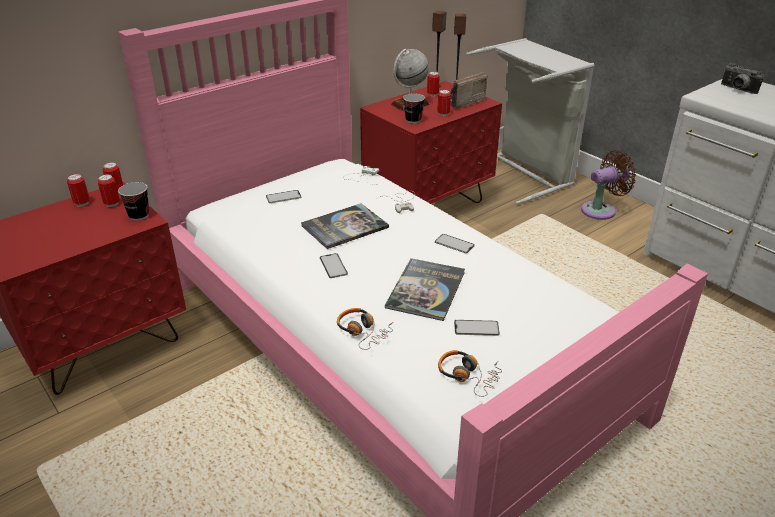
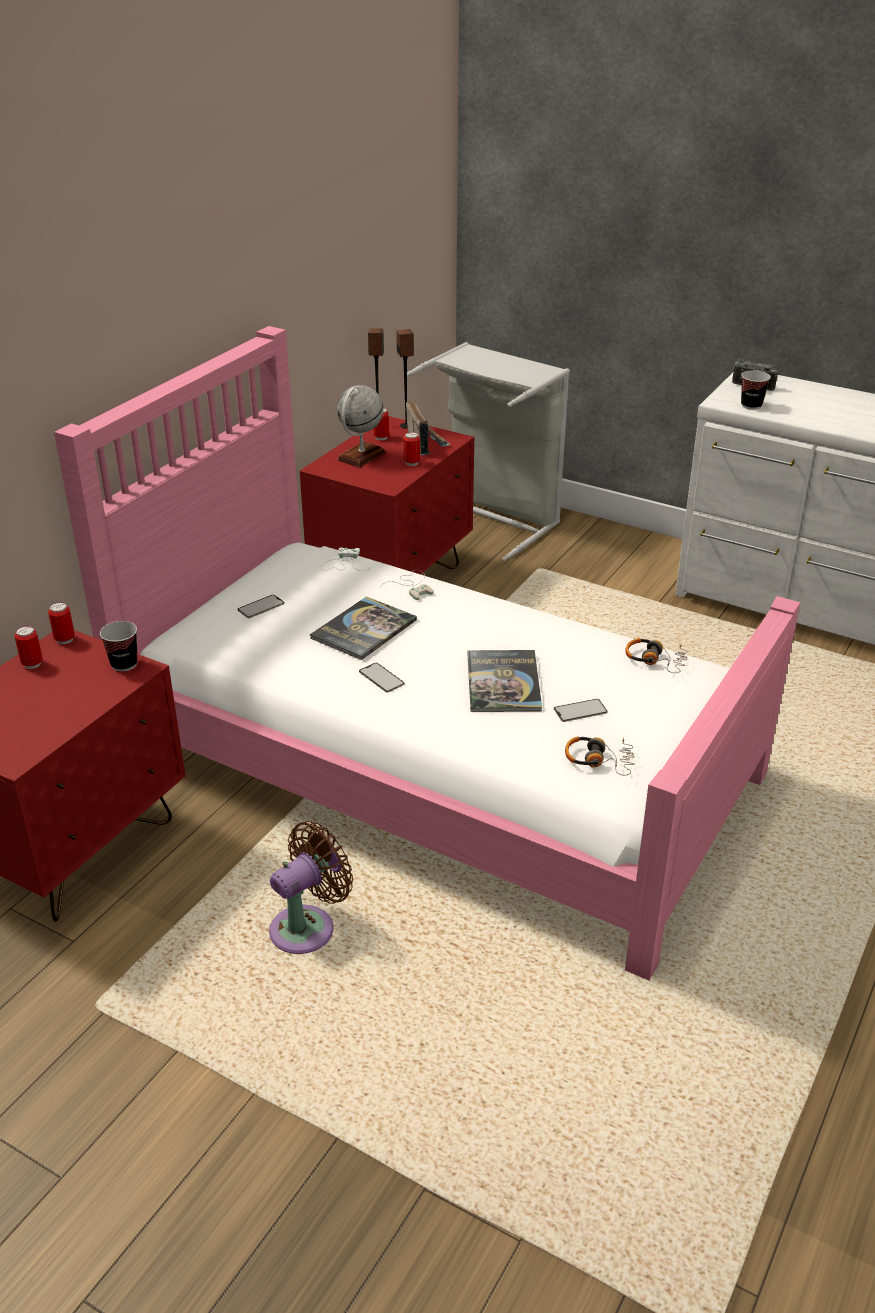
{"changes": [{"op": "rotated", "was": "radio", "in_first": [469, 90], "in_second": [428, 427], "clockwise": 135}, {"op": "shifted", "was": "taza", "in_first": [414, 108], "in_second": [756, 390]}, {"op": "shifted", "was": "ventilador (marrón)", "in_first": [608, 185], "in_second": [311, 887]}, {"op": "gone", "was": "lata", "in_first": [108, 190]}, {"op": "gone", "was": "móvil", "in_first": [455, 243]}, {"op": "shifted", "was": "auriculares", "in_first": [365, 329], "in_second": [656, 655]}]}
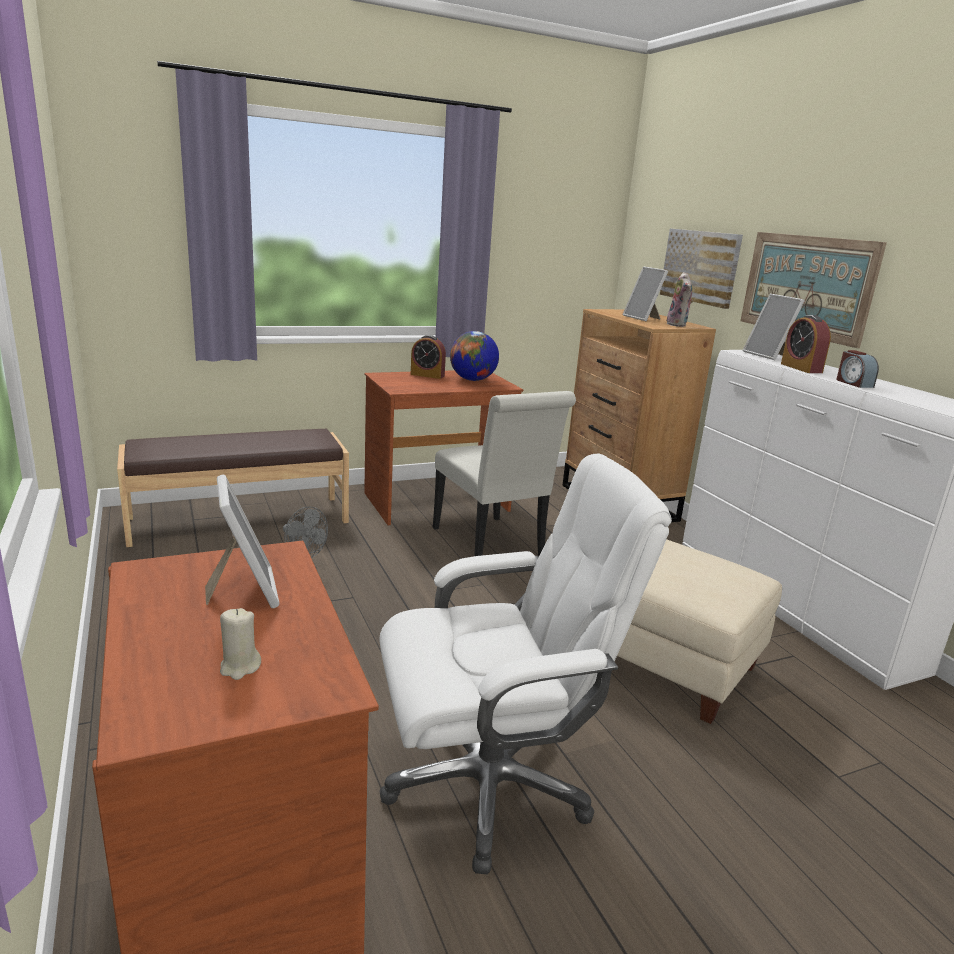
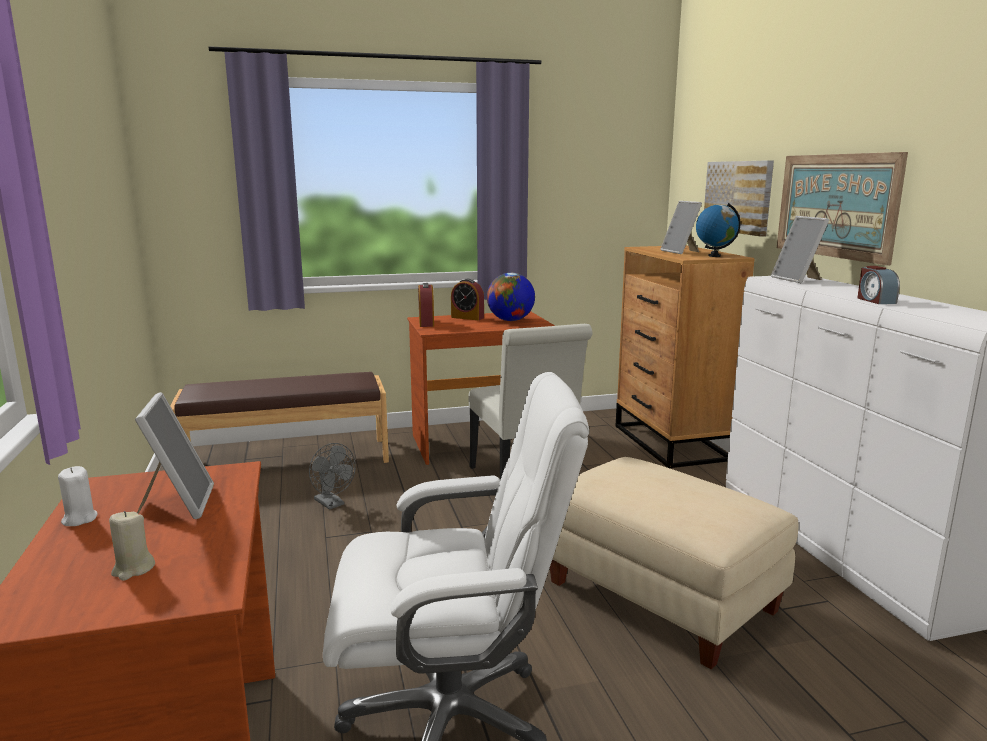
{"changes": [{"op": "swapped", "was": "peluche", "now": "globo terráqueo", "in_first": [680, 299], "in_second": [718, 230]}, {"op": "shifted", "was": "despertador", "in_first": [806, 344], "in_second": [426, 305]}, {"op": "new", "now": "vela (blanco)", "in_second": [78, 496]}]}
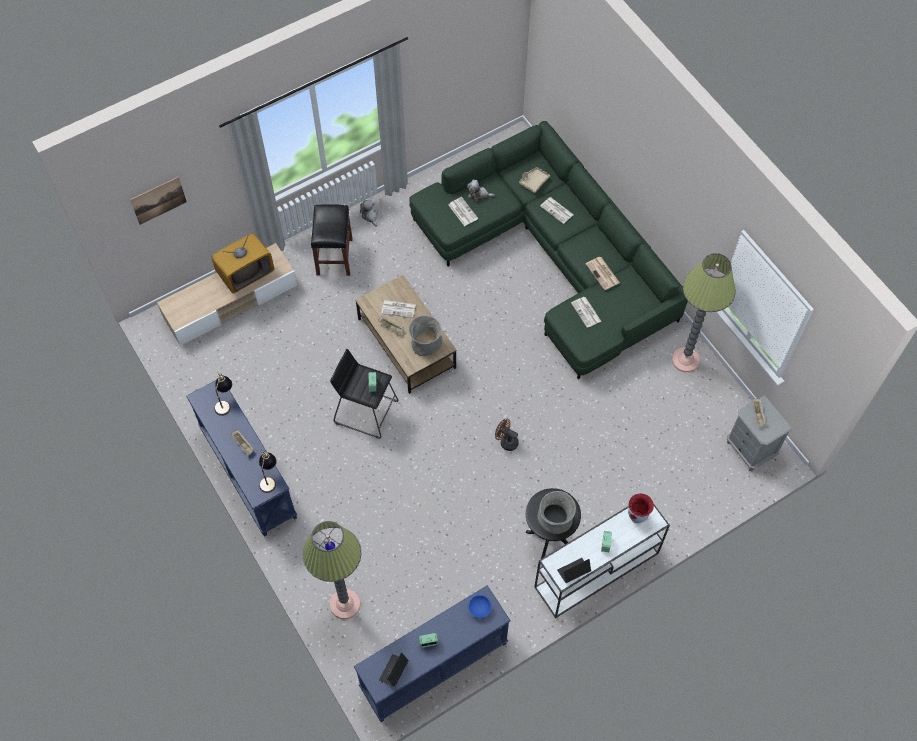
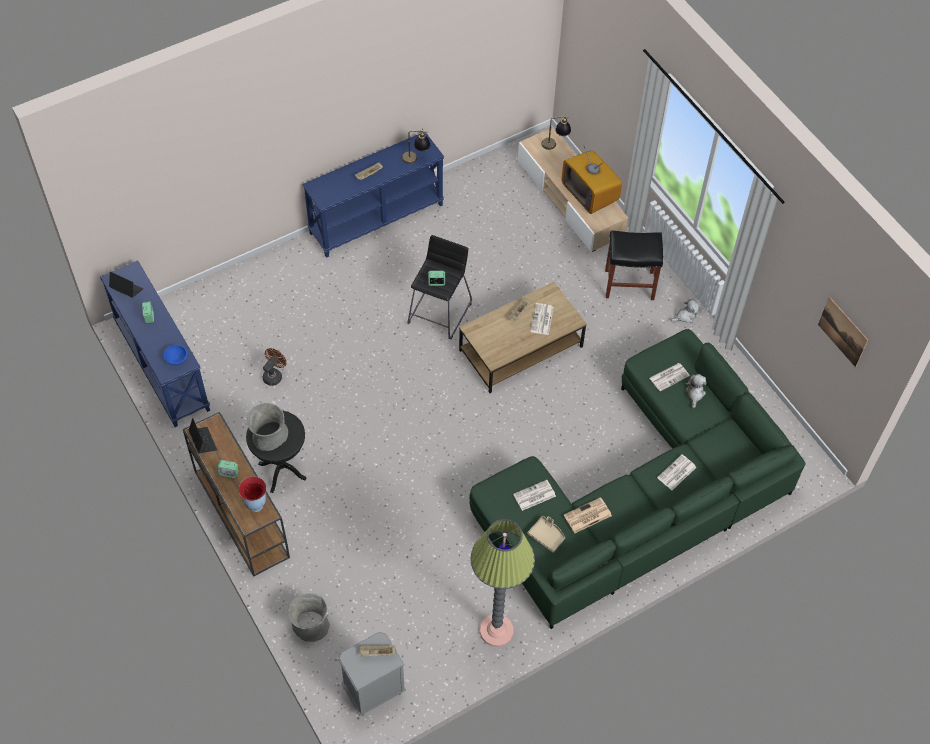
{"changes": [{"op": "shifted", "was": "bandeja (beis)", "in_first": [534, 180], "in_second": [546, 534]}, {"op": "shifted", "was": "cuadro", "in_first": [158, 201], "in_second": [843, 332]}, {"op": "shifted", "was": "florero (gris)", "in_first": [425, 335], "in_second": [309, 618]}, {"op": "shifted", "was": "ventilador (marrón)", "in_first": [507, 434], "in_second": [275, 367]}, {"op": "shifted", "was": "lámpara de mesa", "in_first": [268, 471], "in_second": [556, 132]}, {"op": "repainted", "was": "mesa consola (blanco)", "now": "mesa consola (marrón)", "in_first": [602, 561], "in_second": [236, 494]}, {"op": "gone", "was": "lámpara de pie", "in_first": [332, 570]}]}
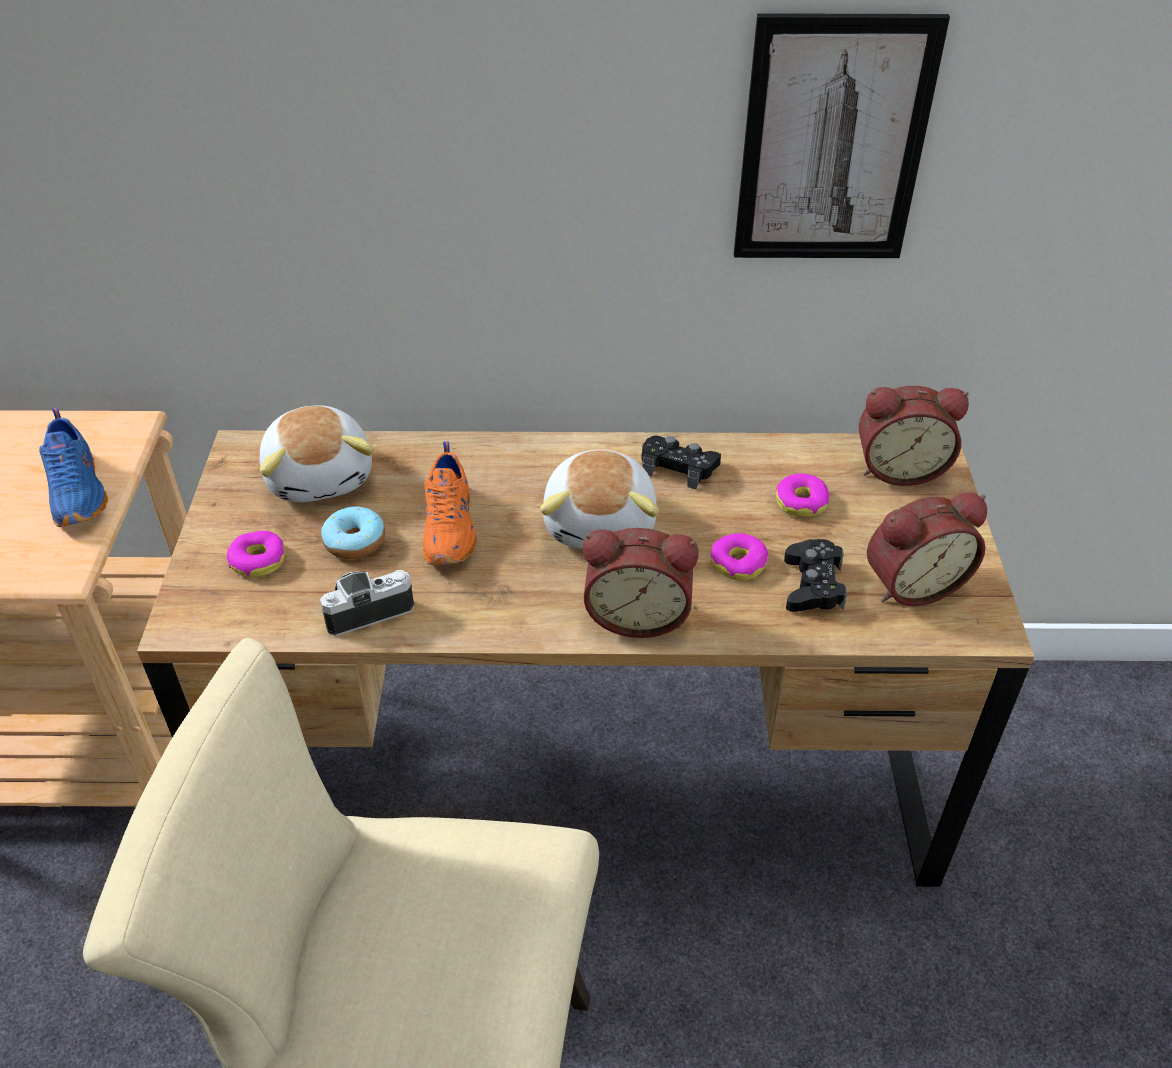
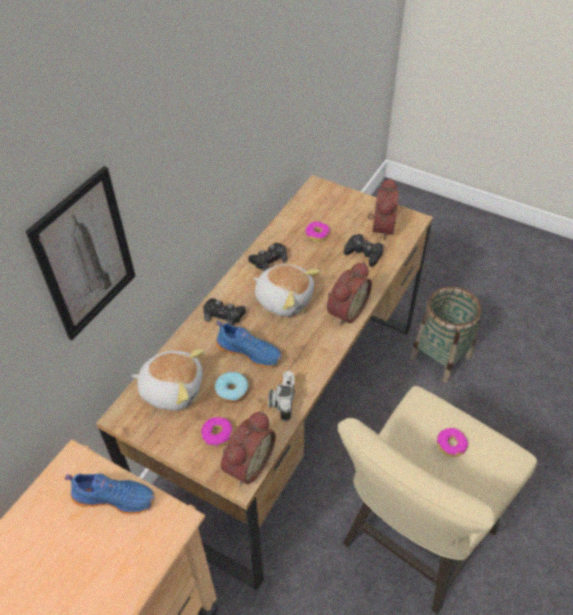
{"changes": [{"op": "shifted", "was": "cuadro", "in_first": [842, 135], "in_second": [80, 253]}, {"op": "shifted", "was": "despertador", "in_first": [914, 436], "in_second": [248, 448]}, {"op": "repainted", "was": "zapato (naranja)", "now": "zapato (azul)", "in_first": [449, 503], "in_second": [249, 344]}, {"op": "shifted", "was": "rosquilla", "in_first": [739, 556], "in_second": [452, 442]}, {"op": "new", "now": "cesta", "in_second": [446, 335]}, {"op": "new", "now": "mando de consola (negro)", "in_second": [225, 312]}]}
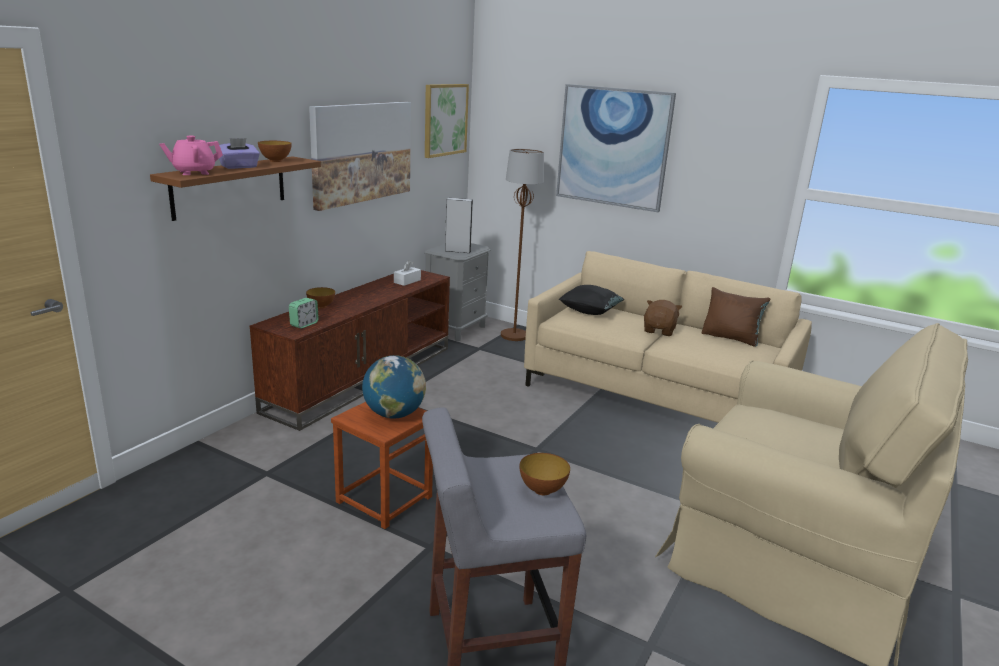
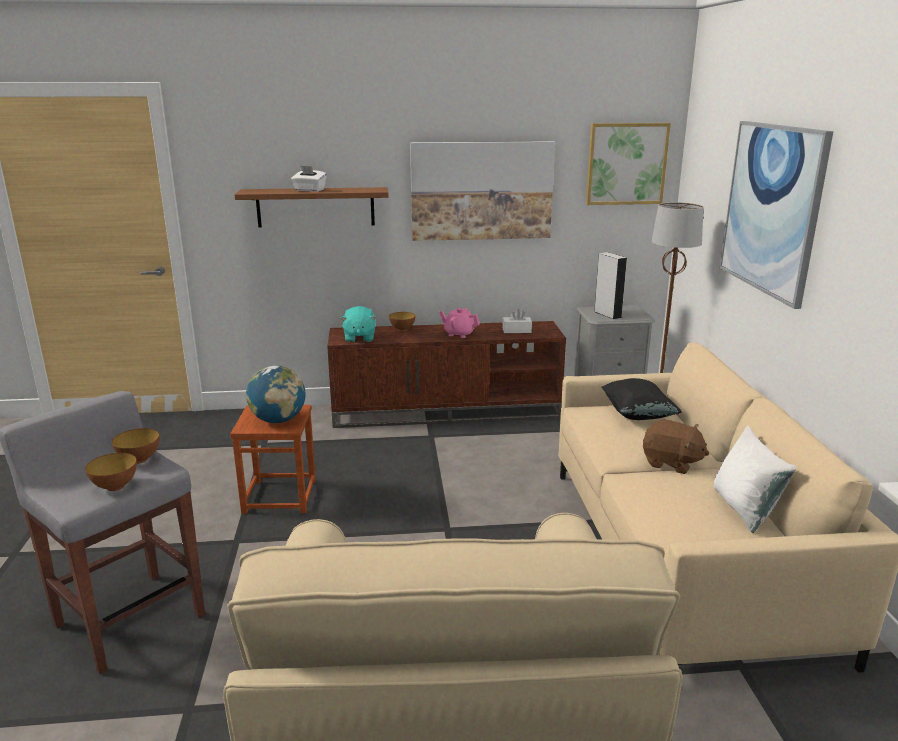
{"changes": [{"op": "shifted", "was": "tetera (rosa)", "in_first": [191, 155], "in_second": [459, 323]}, {"op": "repainted", "was": "caja de pañuelos (morado)", "now": "caja de pañuelos (blanco)", "in_first": [239, 153], "in_second": [309, 178]}, {"op": "shifted", "was": "cuenco", "in_first": [275, 151], "in_second": [135, 446]}, {"op": "repainted", "was": "cojín (marrón)", "now": "cojín (blanco)", "in_first": [736, 317], "in_second": [755, 479]}, {"op": "swapped", "was": "despertador", "now": "peluche (turquesa)", "in_first": [304, 313], "in_second": [358, 324]}, {"op": "rotated", "was": "peluche (marrón)", "in_first": [663, 318], "in_second": [676, 447], "clockwise": 45}]}
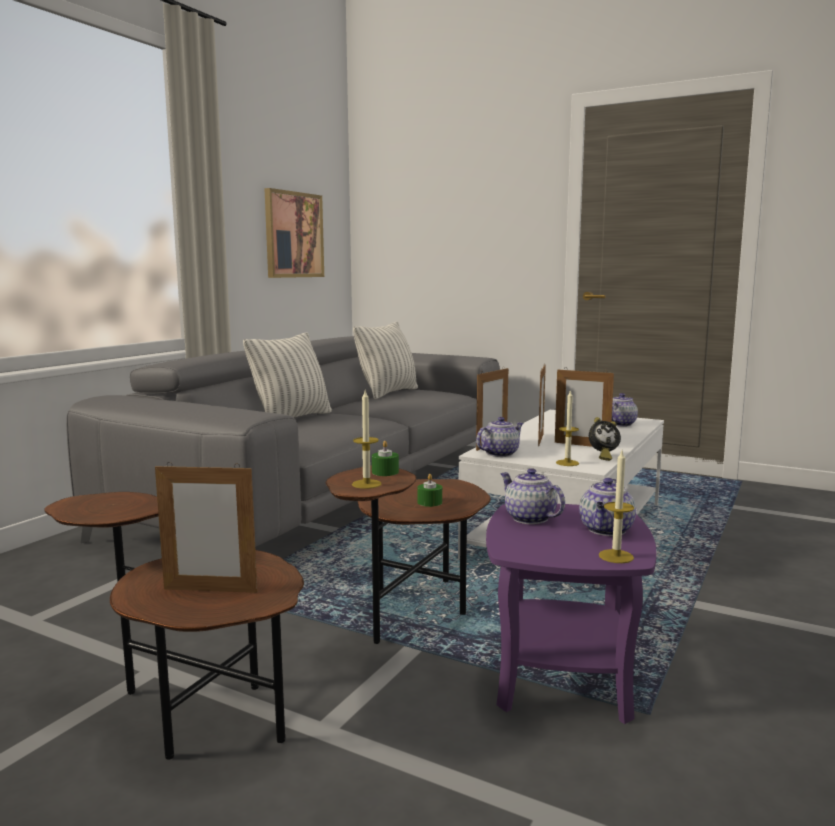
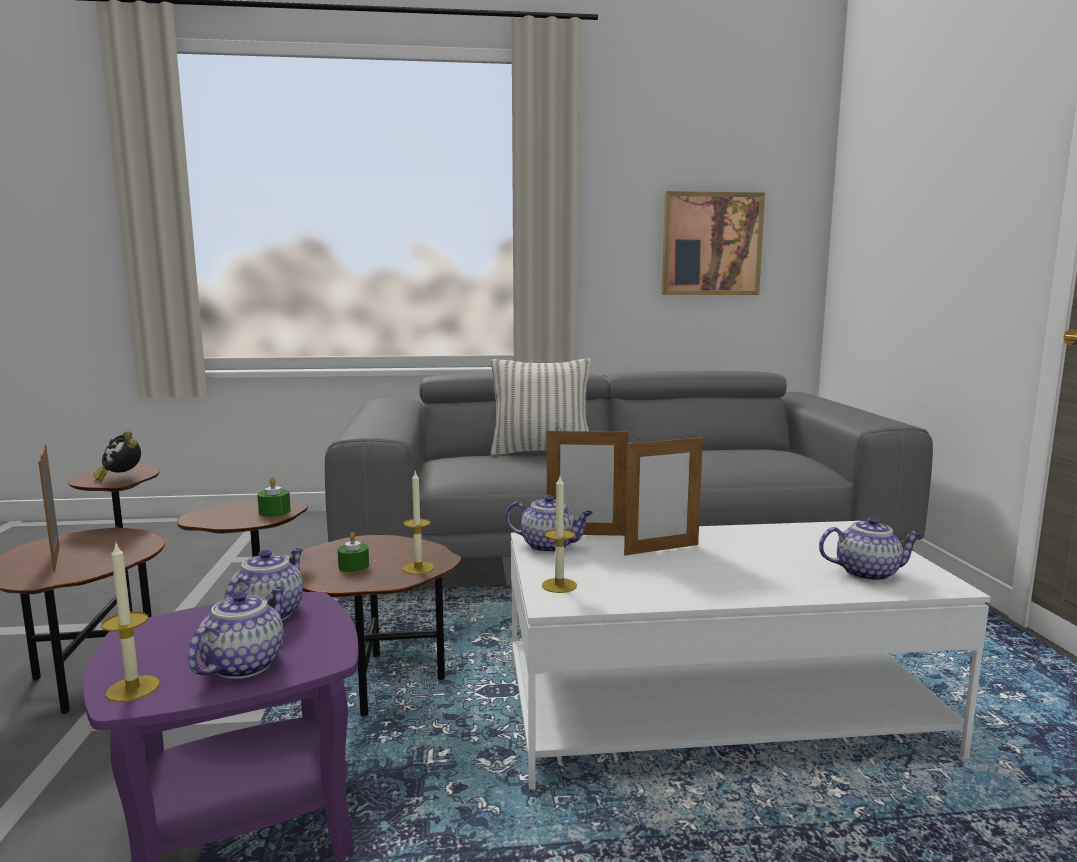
{"changes": [{"op": "gone", "was": "cojín", "in_first": [385, 361]}, {"op": "gone", "was": "portarretratos", "in_first": [584, 407]}, {"op": "shifted", "was": "vela", "in_first": [367, 440], "in_second": [418, 523]}, {"op": "shifted", "was": "despertador", "in_first": [605, 439], "in_second": [117, 456]}, {"op": "rotated", "was": "tetera", "in_first": [607, 507], "in_second": [236, 633], "clockwise": 120}]}
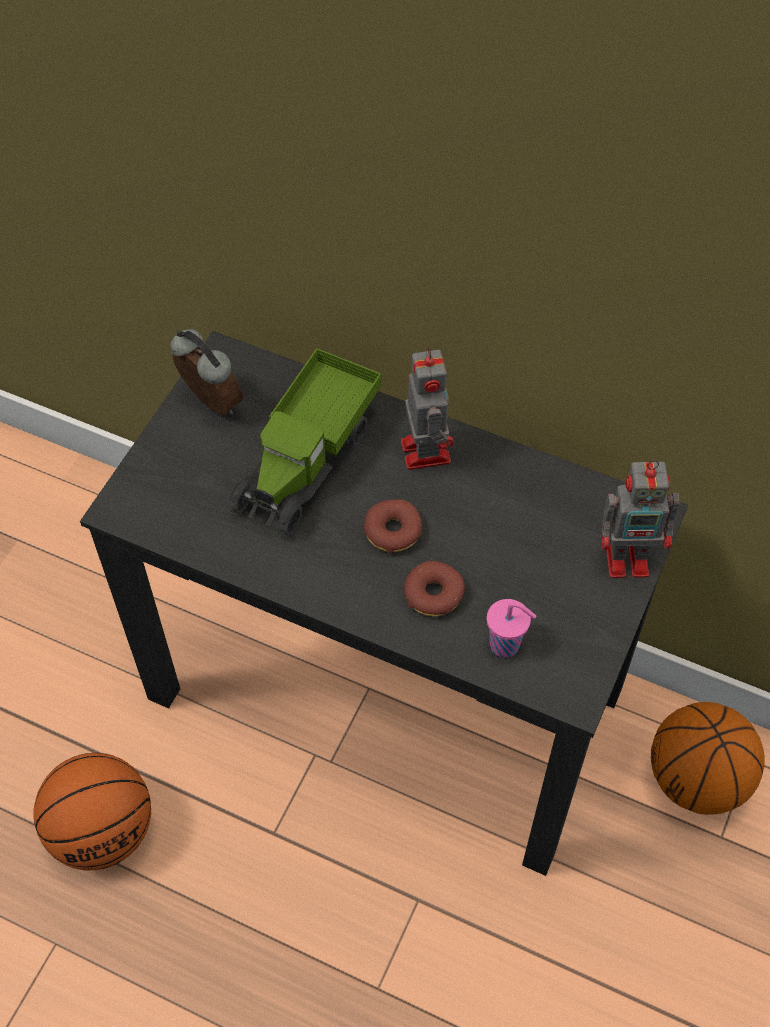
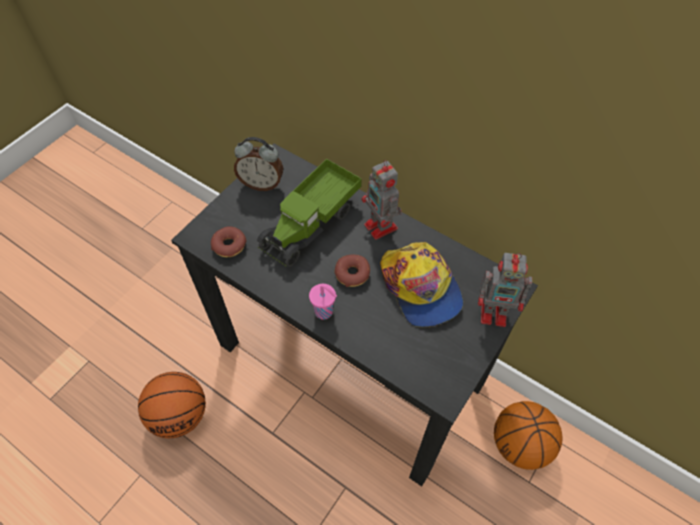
{"changes": [{"op": "rotated", "was": "despertador", "in_first": [206, 372], "in_second": [258, 164], "clockwise": 135}, {"op": "rotated", "was": "robot de juguete", "in_first": [427, 408], "in_second": [382, 200], "clockwise": 150}, {"op": "shifted", "was": "rosquilla", "in_first": [434, 589], "in_second": [229, 241]}, {"op": "shifted", "was": "taza (rosa)", "in_first": [511, 628], "in_second": [323, 302]}, {"op": "new", "now": "gorra", "in_second": [421, 284]}]}
